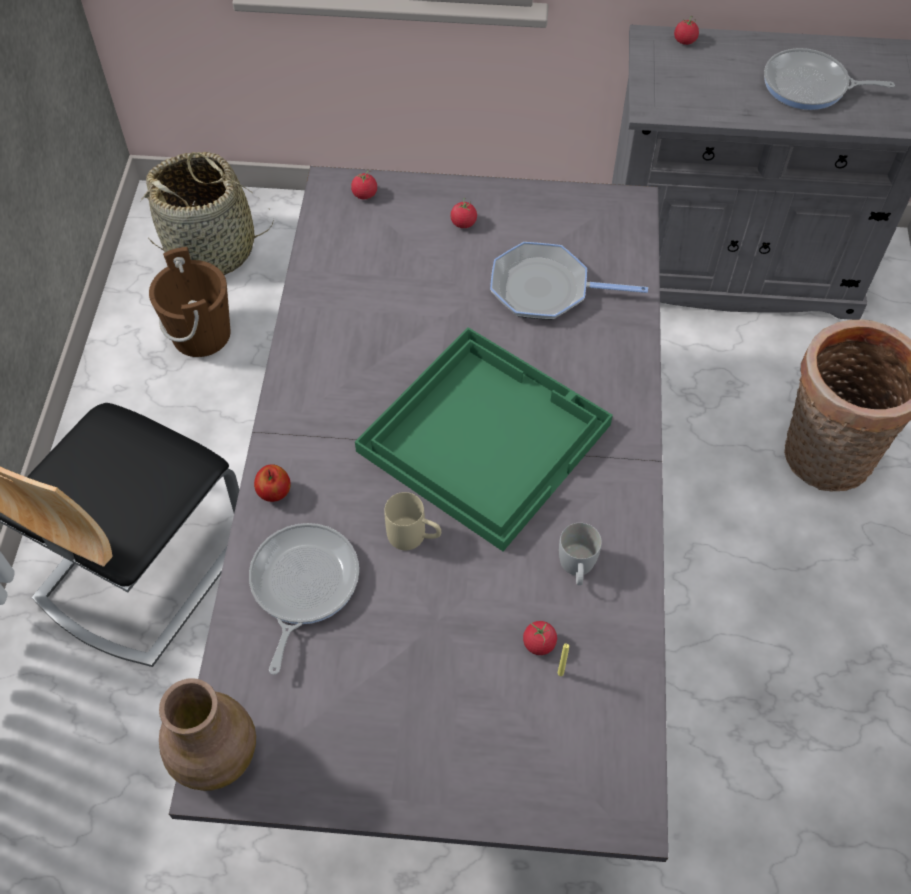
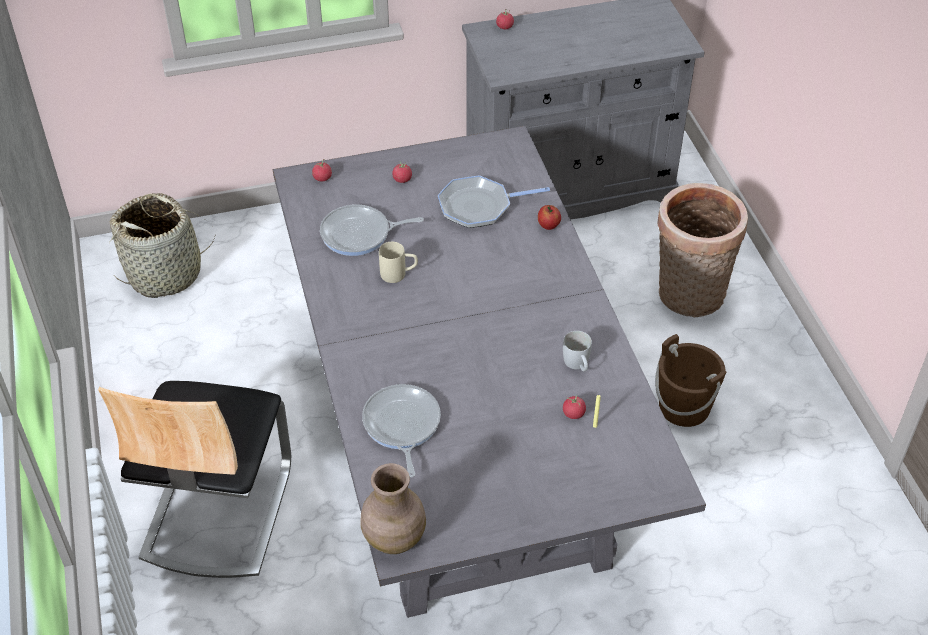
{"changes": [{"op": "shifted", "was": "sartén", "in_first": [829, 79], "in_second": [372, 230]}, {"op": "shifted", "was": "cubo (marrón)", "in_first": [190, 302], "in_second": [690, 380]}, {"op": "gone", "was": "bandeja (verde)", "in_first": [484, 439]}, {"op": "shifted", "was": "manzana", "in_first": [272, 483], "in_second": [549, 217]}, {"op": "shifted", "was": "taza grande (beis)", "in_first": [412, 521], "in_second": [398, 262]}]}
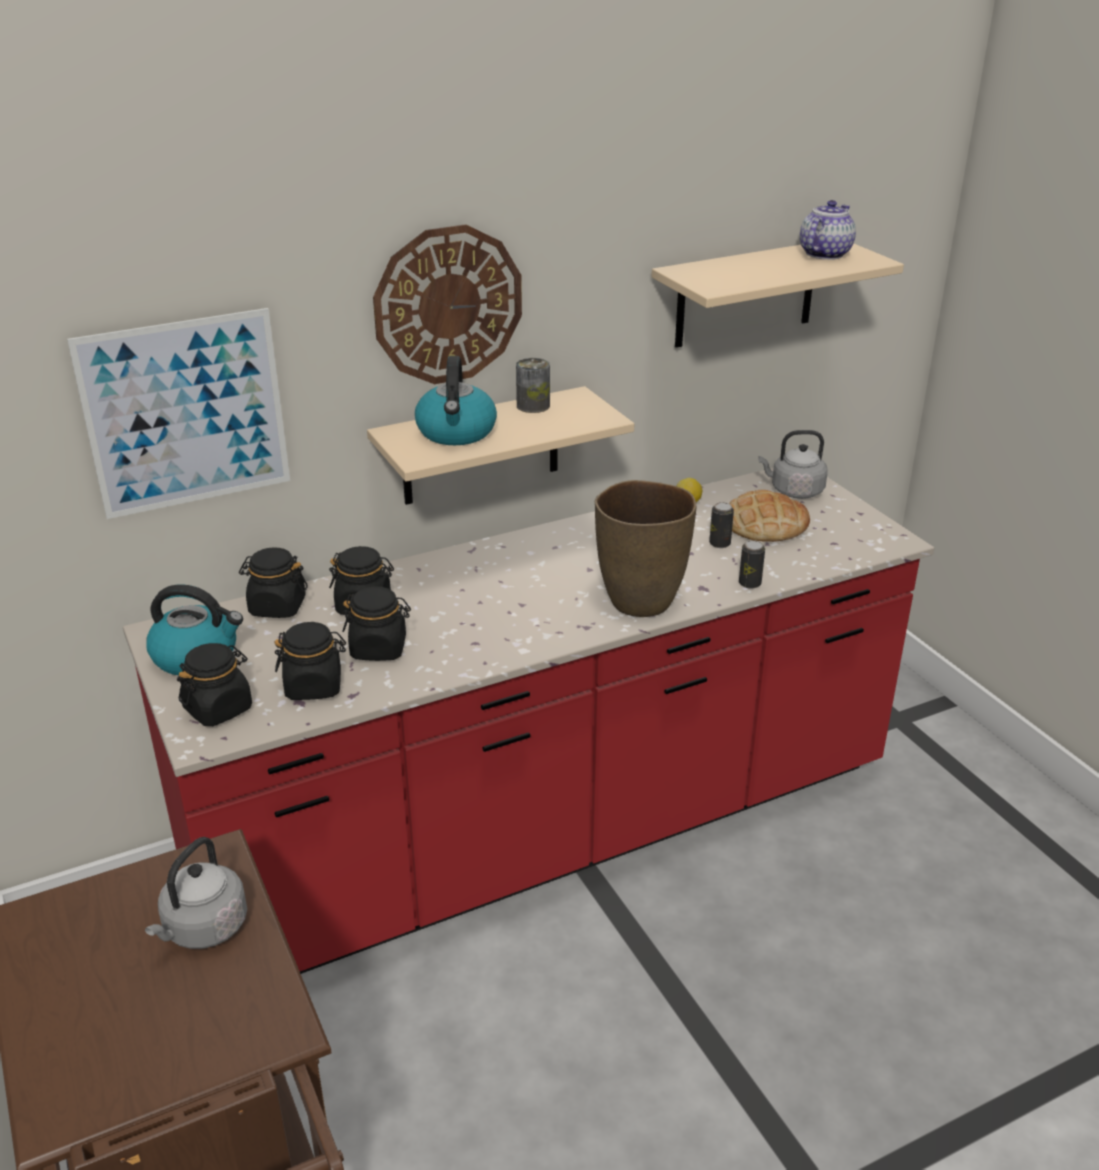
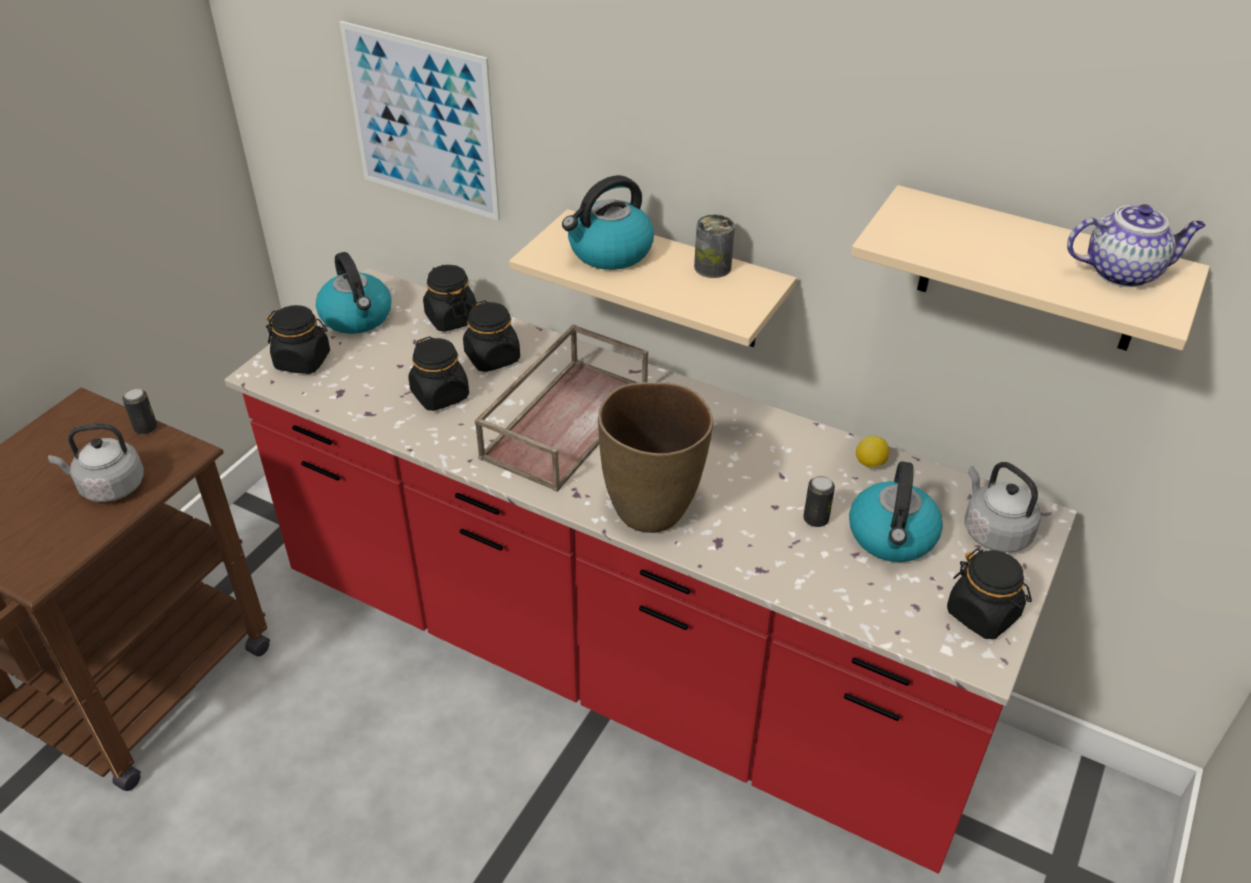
{"changes": [{"op": "gone", "was": "reloj de pared", "in_first": [447, 304]}, {"op": "swapped", "was": "pan", "now": "hervidor", "in_first": [769, 516], "in_second": [896, 511]}, {"op": "shifted", "was": "lata", "in_first": [752, 564], "in_second": [139, 411]}, {"op": "shifted", "was": "tarro (negro)", "in_first": [310, 661], "in_second": [989, 593]}, {"op": "new", "now": "bandeja (marrón)", "in_second": [561, 408]}]}
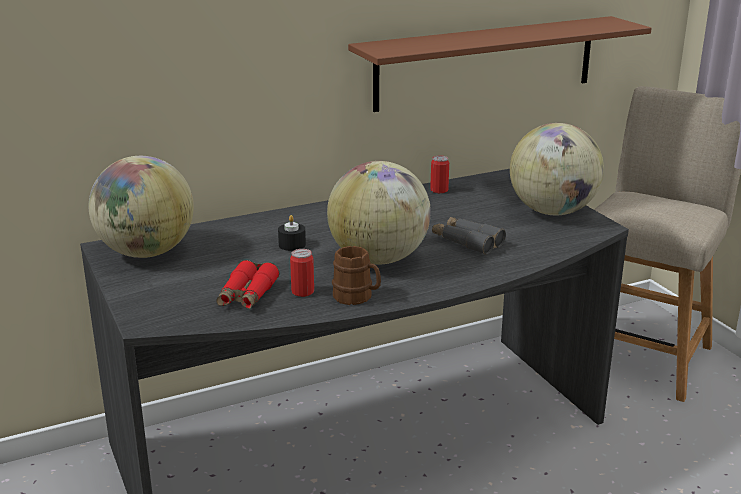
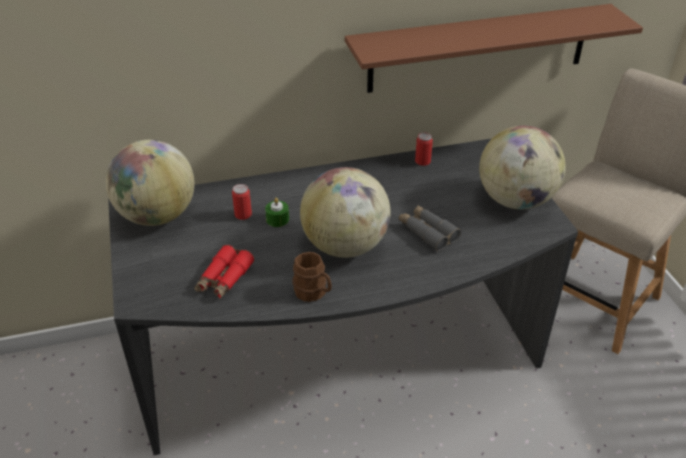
{"changes": [{"op": "repainted", "was": "vela (negro)", "now": "vela (verde)", "in_first": [292, 233], "in_second": [277, 212]}, {"op": "shifted", "was": "lata", "in_first": [302, 273], "in_second": [242, 202]}]}
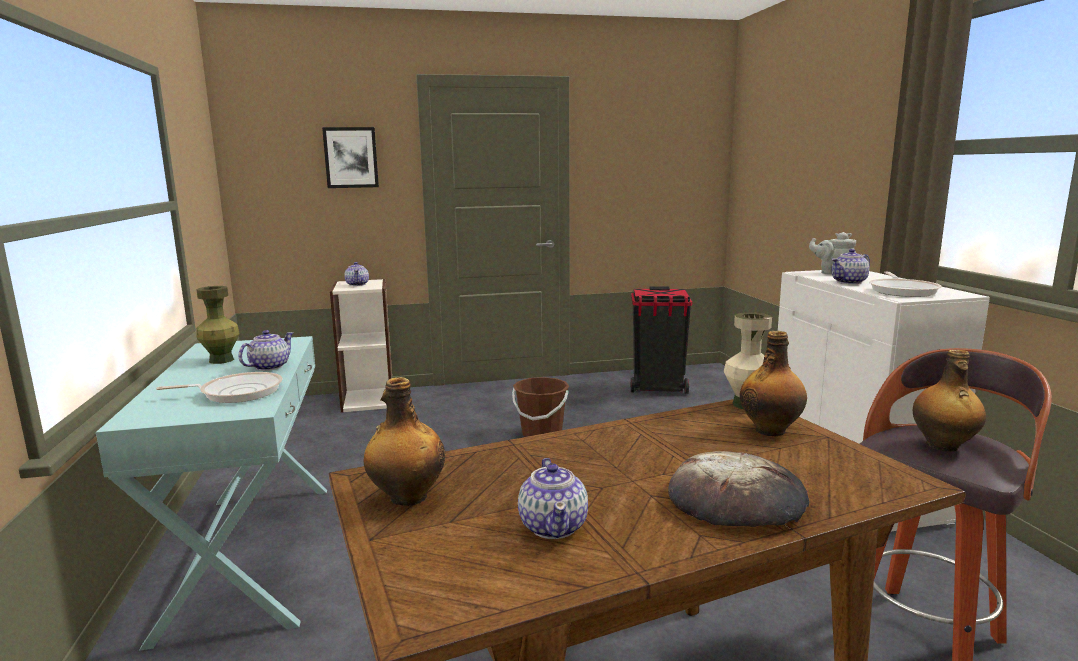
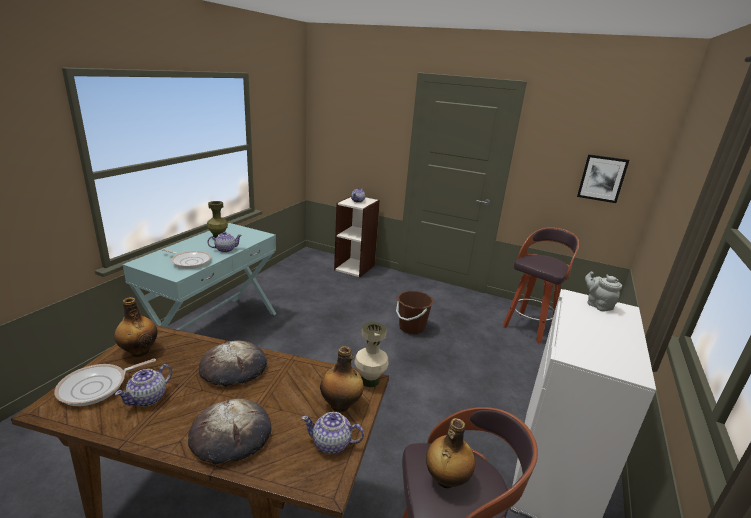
{"changes": [{"op": "shifted", "was": "cuadro", "in_first": [350, 157], "in_second": [603, 178]}, {"op": "shifted", "was": "tetera", "in_first": [850, 266], "in_second": [332, 433]}, {"op": "shifted", "was": "sartén", "in_first": [905, 284], "in_second": [105, 382]}, {"op": "swapped", "was": "papelera (negro)", "now": "taburete", "in_first": [661, 340], "in_second": [541, 285]}, {"op": "new", "now": "pan", "in_second": [233, 364]}]}
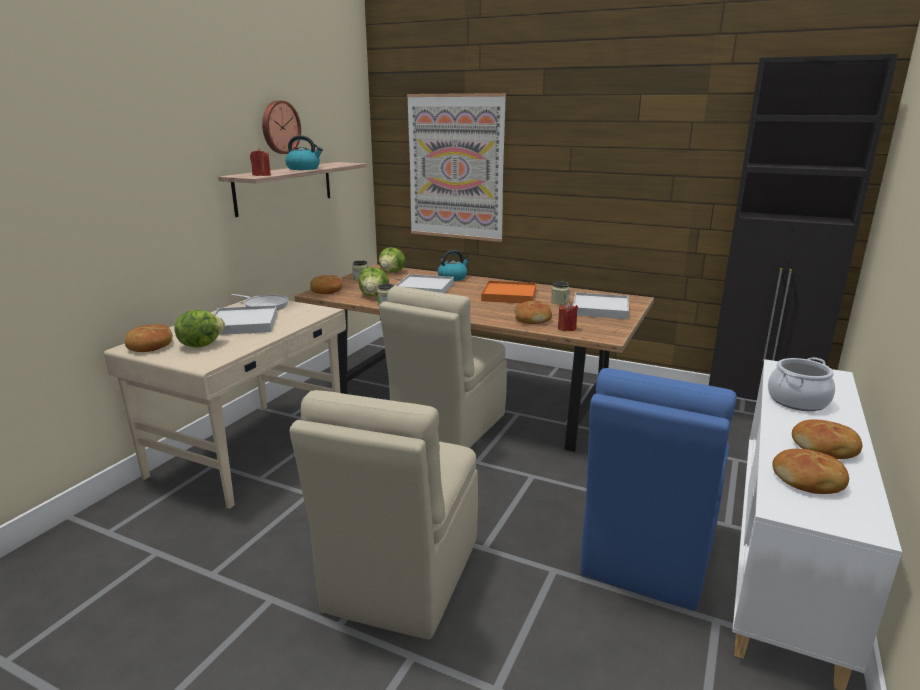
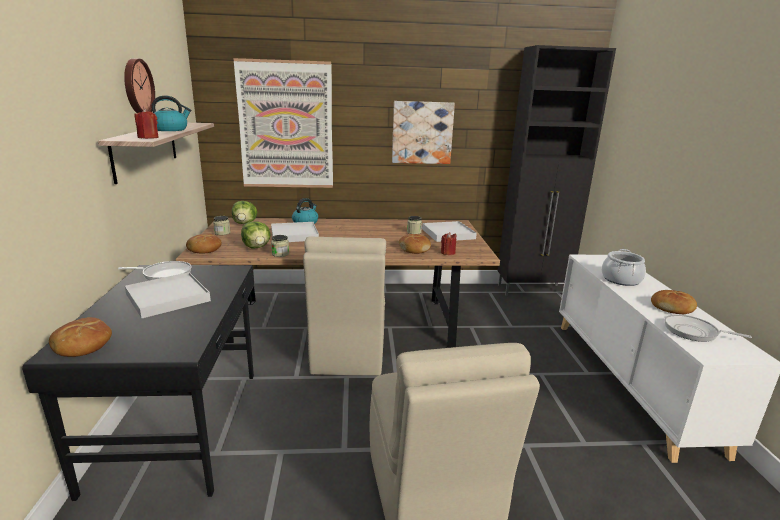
{"changes": [{"op": "gone", "was": "bandeja (naranja)", "in_first": [508, 292]}, {"op": "repainted", "was": "escritorio (beis)", "now": "escritorio (negro)", "in_first": [225, 402], "in_second": [138, 383]}, {"op": "gone", "was": "lechuga", "in_first": [199, 329]}, {"op": "gone", "was": "silla (azul)", "in_first": [659, 489]}, {"op": "swapped", "was": "pan", "now": "sartén", "in_first": [810, 471], "in_second": [708, 328]}, {"op": "new", "now": "cuadro", "in_second": [423, 132]}]}
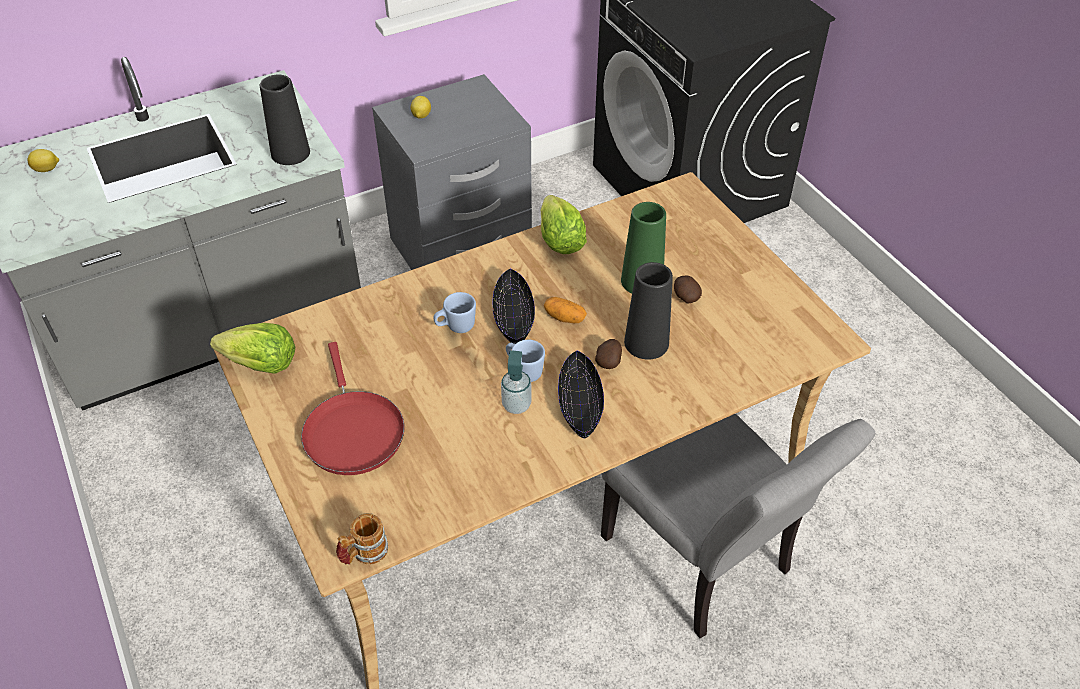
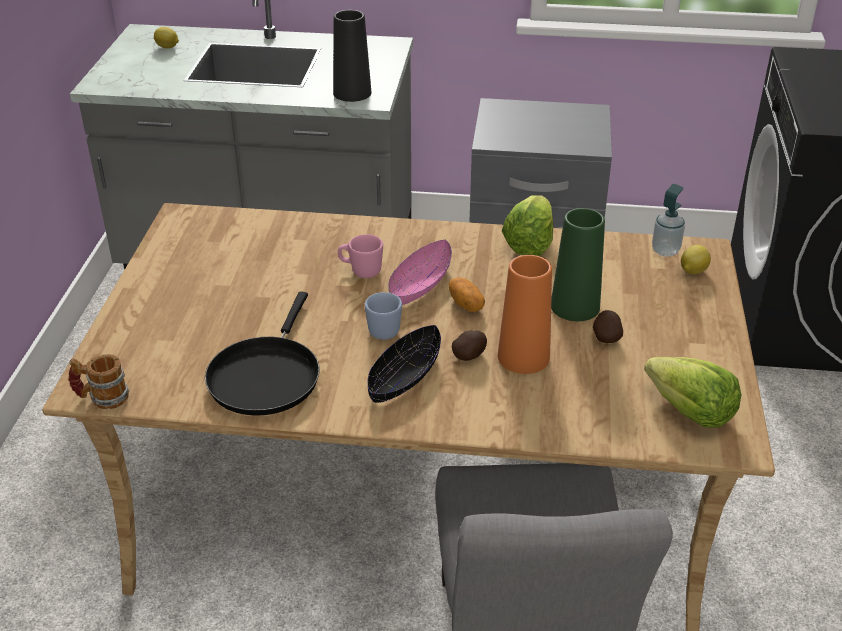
{"changes": [{"op": "shifted", "was": "limón", "in_first": [421, 107], "in_second": [696, 259]}, {"op": "repainted", "was": "florero (negro)", "now": "florero (naranja)", "in_first": [648, 310], "in_second": [525, 314]}, {"op": "repainted", "was": "cuenco (negro)", "now": "cuenco (rosa)", "in_first": [513, 306], "in_second": [420, 272]}, {"op": "repainted", "was": "taza grande (azul)", "now": "taza grande (rosa)", "in_first": [454, 312], "in_second": [360, 256]}, {"op": "shifted", "was": "lechuga", "in_first": [252, 348], "in_second": [692, 392]}, {"op": "gone", "was": "sartén (rojo)", "in_first": [353, 408]}, {"op": "shifted", "was": "dispensador de jabón", "in_first": [516, 382], "in_second": [668, 220]}, {"op": "new", "now": "sartén (negro)", "in_second": [262, 353]}]}
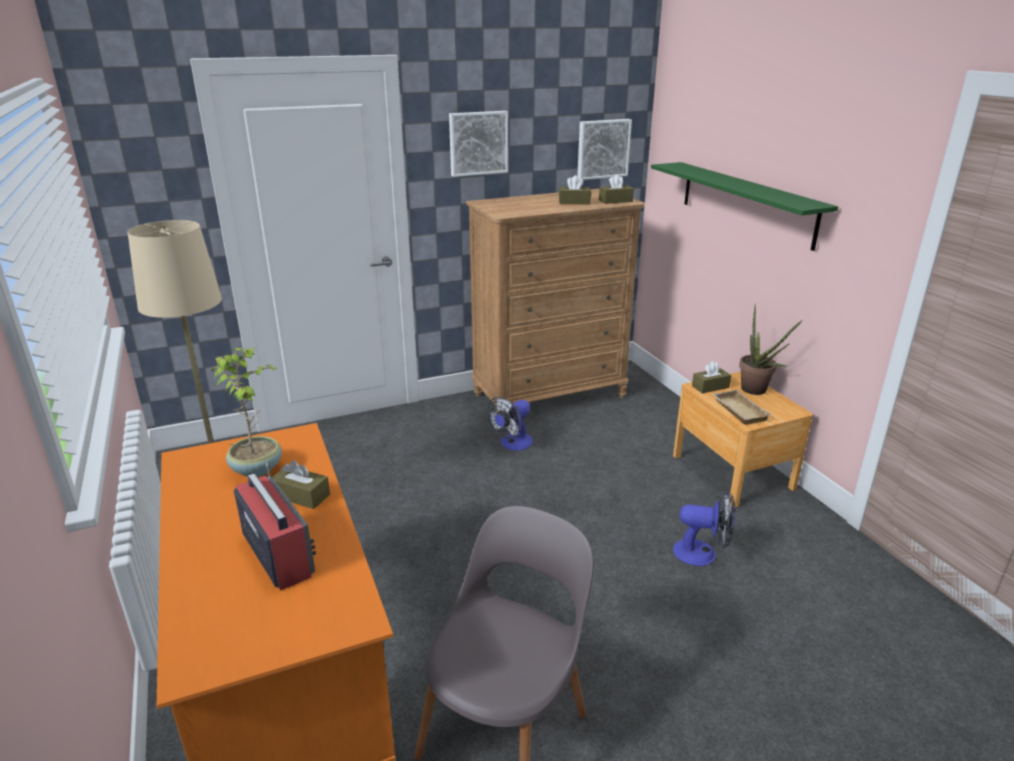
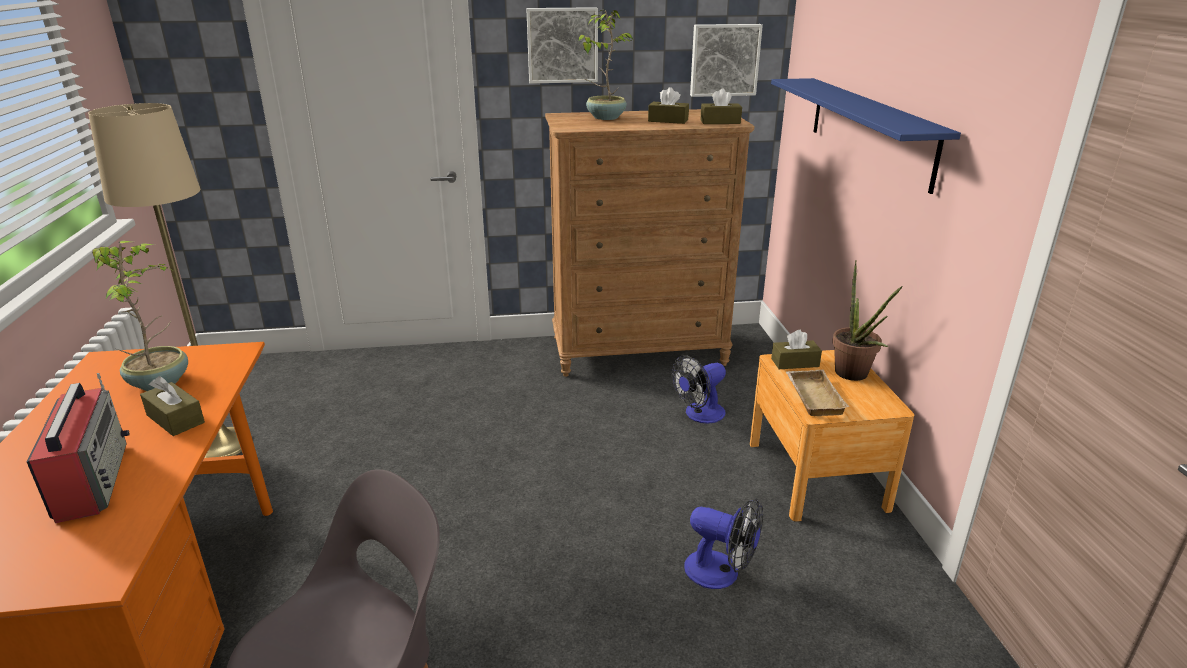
{"changes": [{"op": "repainted", "was": "estante (verde)", "now": "estante (azul)", "in_first": [744, 206], "in_second": [866, 136]}, {"op": "shifted", "was": "ventilador", "in_first": [510, 424], "in_second": [698, 389]}, {"op": "new", "now": "planta en maceta", "in_second": [605, 65]}]}
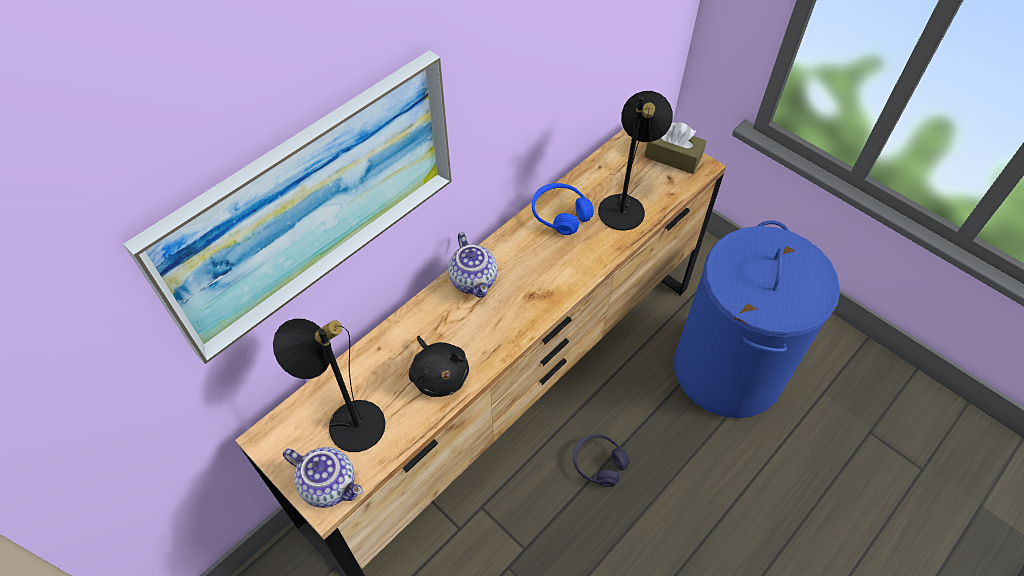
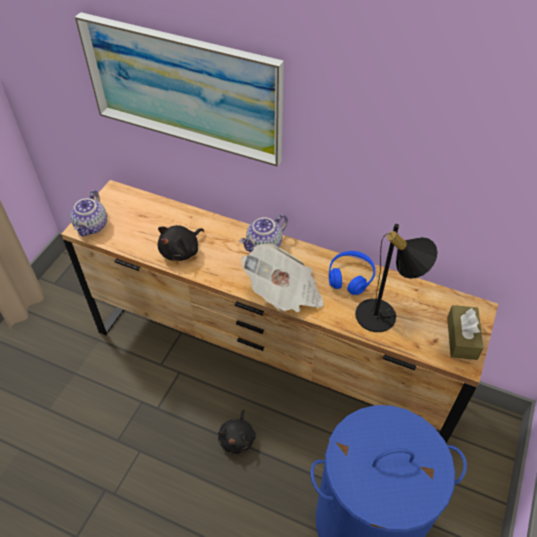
{"changes": [{"op": "gone", "was": "lámpara de mesa (negro)", "in_first": [329, 385]}, {"op": "swapped", "was": "auriculares (morado)", "now": "peluche (negro)", "in_first": [601, 460], "in_second": [237, 432]}, {"op": "new", "now": "periódico", "in_second": [282, 277]}]}
